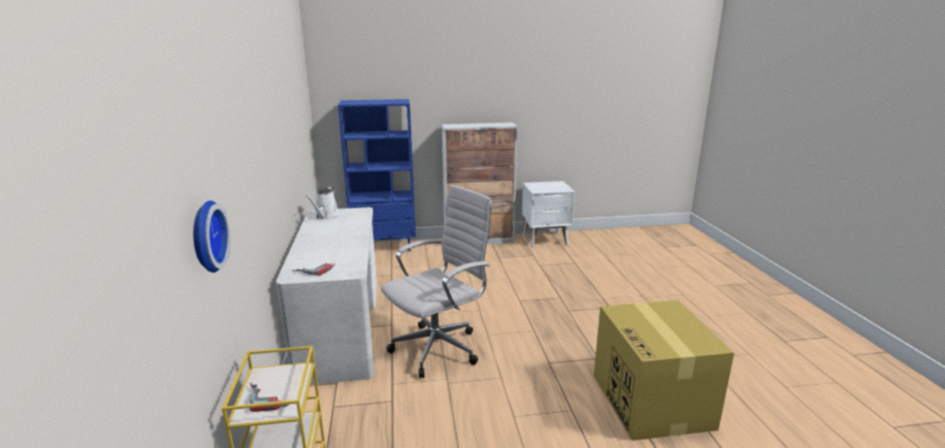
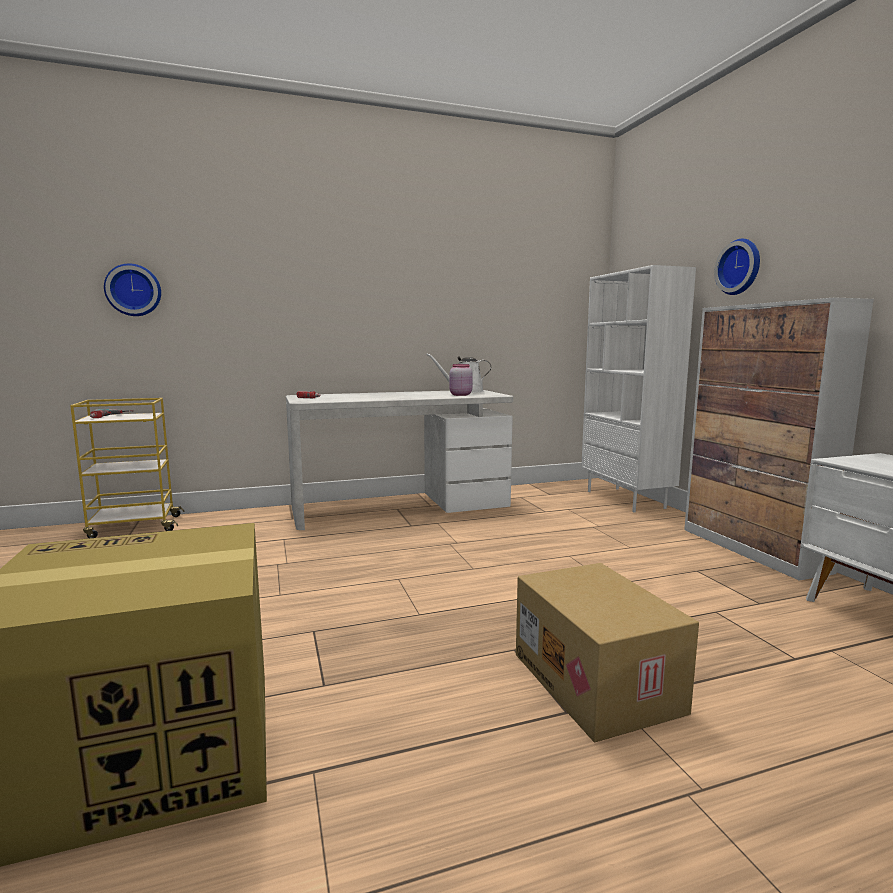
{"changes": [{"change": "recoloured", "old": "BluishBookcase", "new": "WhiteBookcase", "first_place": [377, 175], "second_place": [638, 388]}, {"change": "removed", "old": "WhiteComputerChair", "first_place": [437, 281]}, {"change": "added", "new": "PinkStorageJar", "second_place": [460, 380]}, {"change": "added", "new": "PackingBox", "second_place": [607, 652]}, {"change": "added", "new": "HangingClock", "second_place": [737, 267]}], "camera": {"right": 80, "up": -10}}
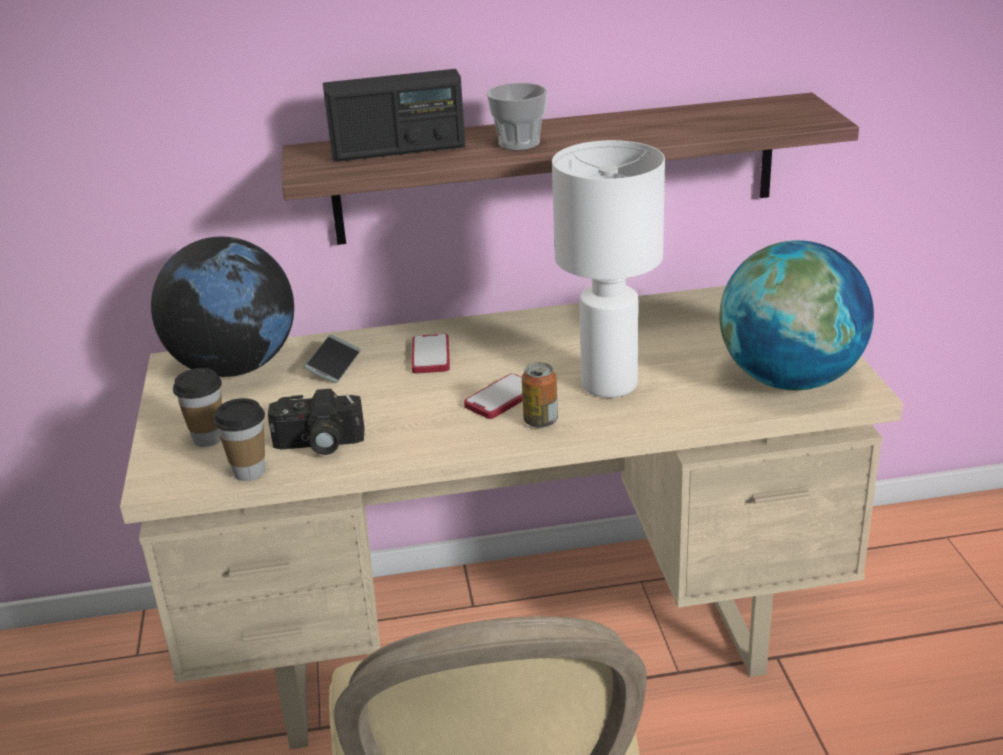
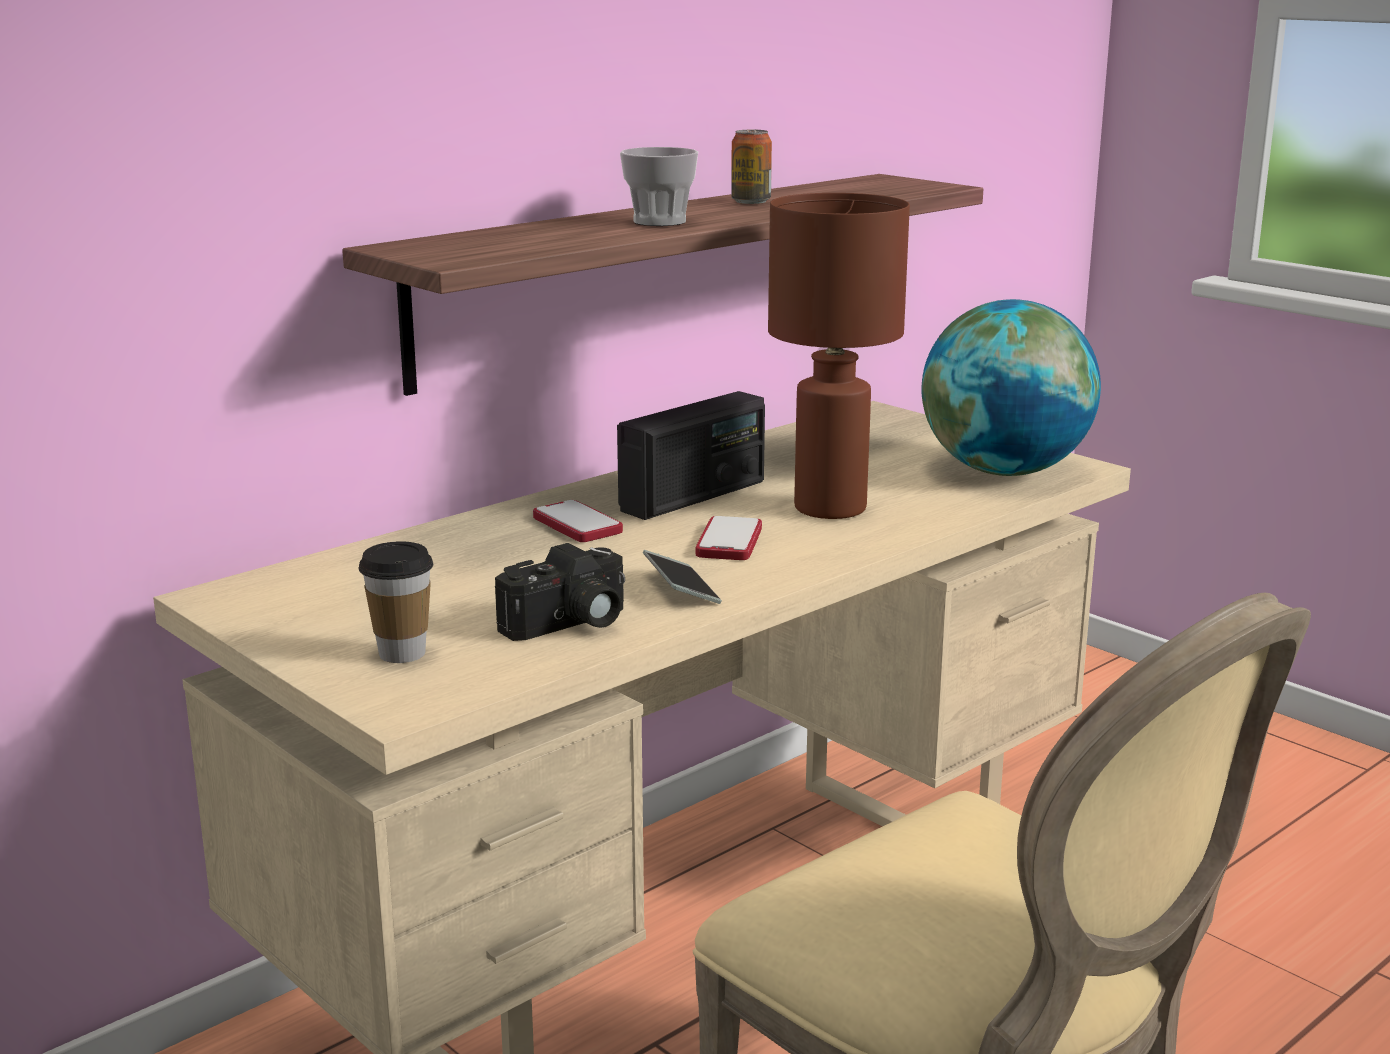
{"changes": [{"change": "removed", "old": "WorldGlobe", "first_place": [222, 307]}, {"change": "removed", "old": "SmallCup", "first_place": [239, 439]}, {"change": "moved", "old": "Phone", "first_place": [332, 359], "second_place": [682, 577]}, {"change": "moved", "old": "RadioSet", "first_place": [394, 115], "second_place": [691, 455]}, {"change": "moved", "old": "Can", "first_place": [540, 395], "second_place": [751, 166]}, {"change": "recoloured", "old": "WhiteLampForATable", "new": "BrownLampForATable", "first_place": [608, 269], "second_place": [839, 356]}], "camera": {"right": -35, "up": -10}}
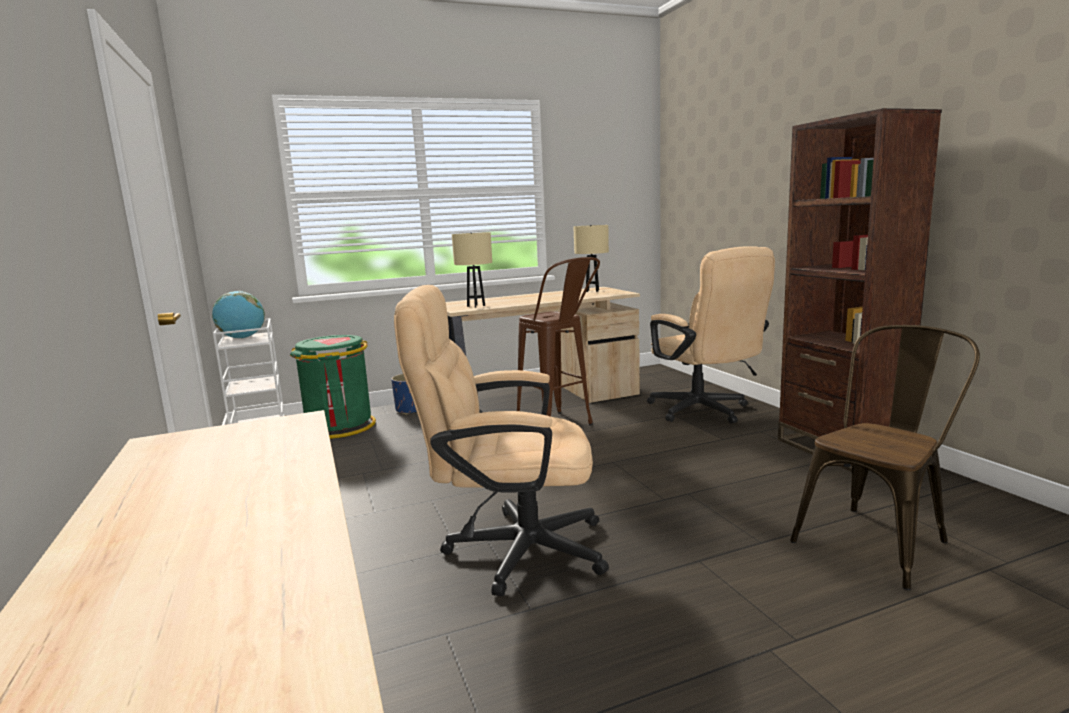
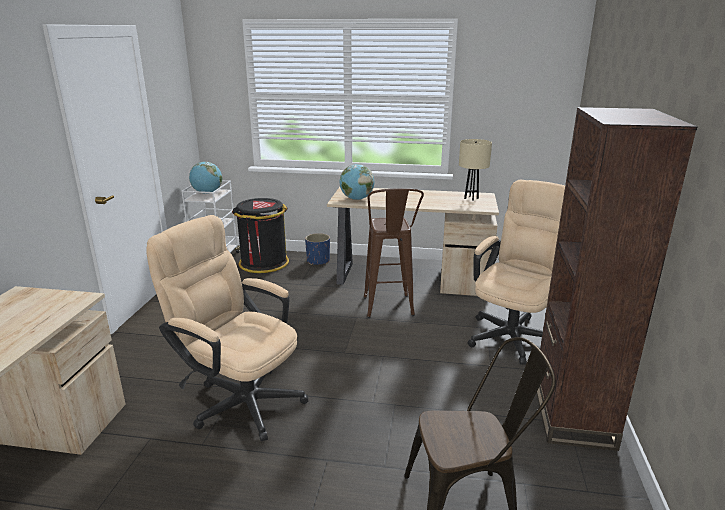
{"changes": [{"change": "recoloured", "old": "GreenColouredWasteBin", "new": "BlackishWasteBin", "first_place": [333, 387], "second_place": [260, 235]}, {"change": "replaced", "old": "SandColouredLampForATable", "new": "WorldGlobe", "first_place": [472, 270], "second_place": [357, 182]}, {"change": "turned", "old": "SandColouredComputerChair", "first_place": [711, 335], "second_place": [516, 272], "degrees": -150}], "camera": {"right": 30, "up": 10}}
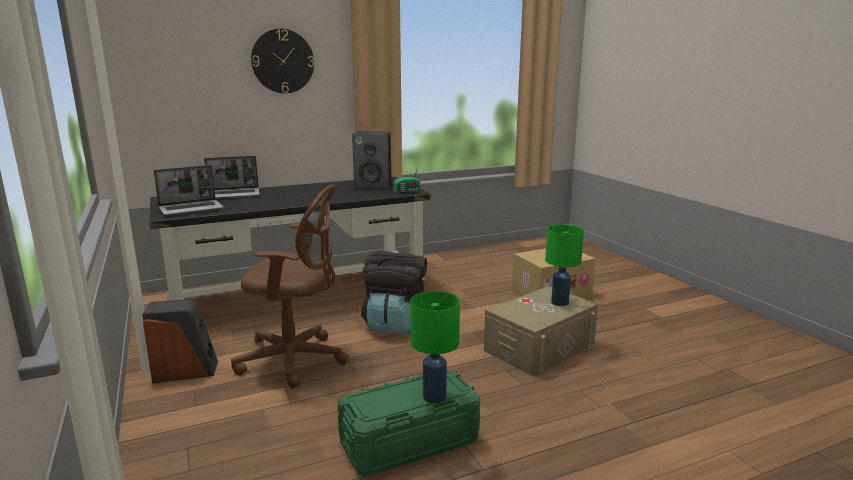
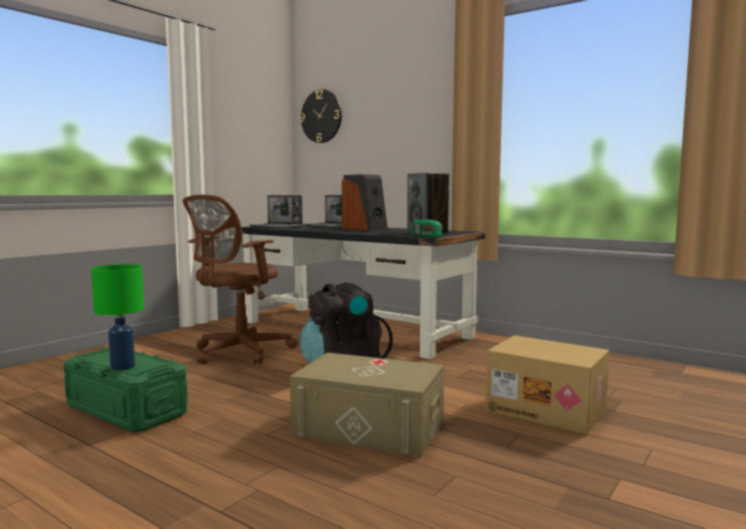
{"changes": [{"change": "moved", "old": "AudioSpeaker", "first_place": [180, 341], "second_place": [365, 202]}, {"change": "turned", "old": "BrownComputerChair", "first_place": [290, 287], "second_place": [240, 279], "degrees": 60}, {"change": "moved", "old": "HangingClock", "first_place": [282, 61], "second_place": [321, 116]}, {"change": "removed", "old": "GreenColouredLampForATable", "first_place": [564, 265]}], "camera": {"right": 60, "up": -10}}
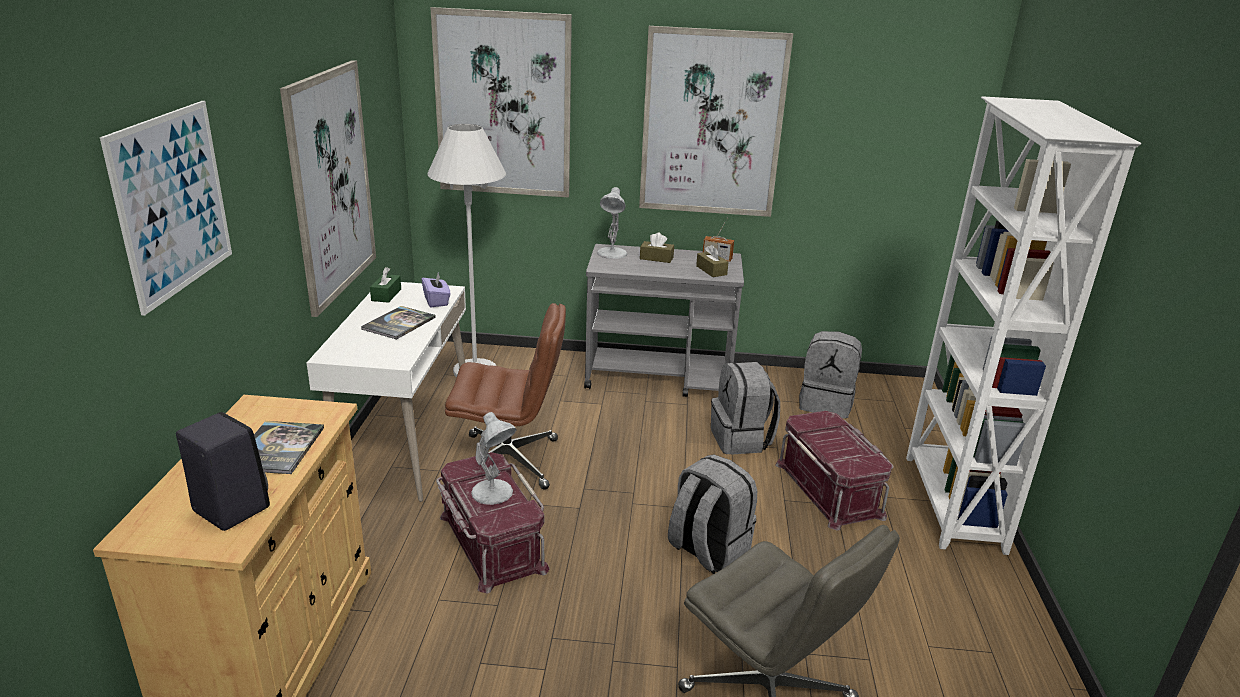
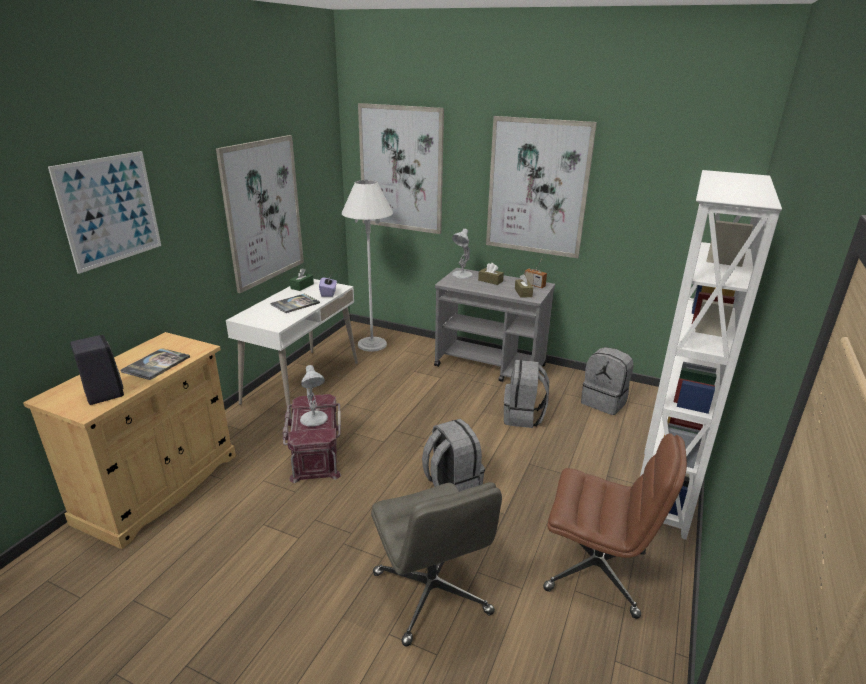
{"changes": [{"change": "moved", "old": "BrownComputerChair", "first_place": [505, 396], "second_place": [615, 526]}, {"change": "removed", "old": "ReddishStorageBox", "first_place": [834, 471]}], "camera": {"right": 20, "up": 0}}
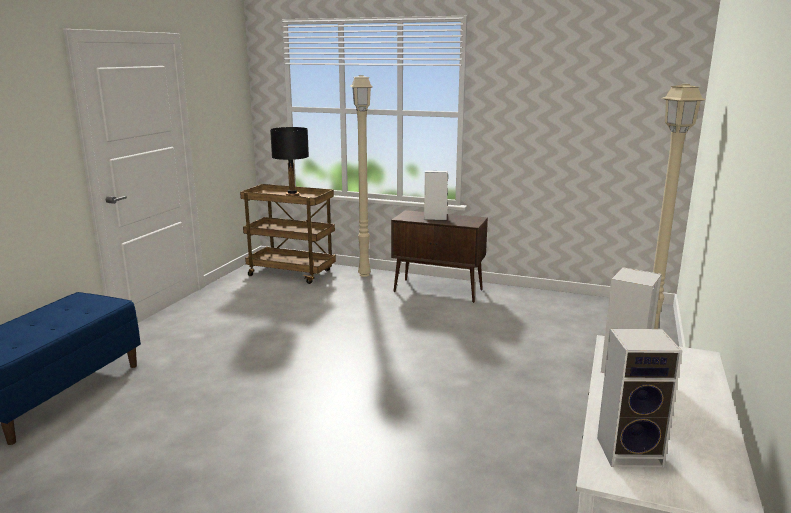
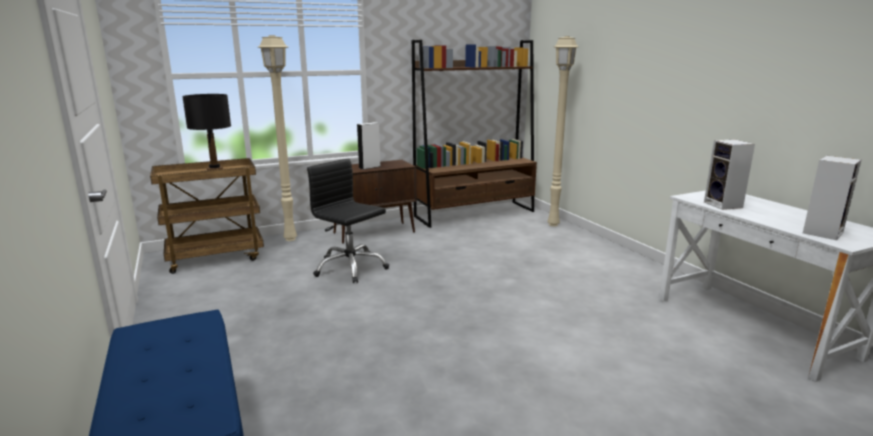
{"changes": [{"change": "added", "new": "BlackishComputerChair", "second_place": [348, 221]}, {"change": "added", "new": "BrownBookcase", "second_place": [474, 134]}], "camera": {"right": -45, "up": 0}}
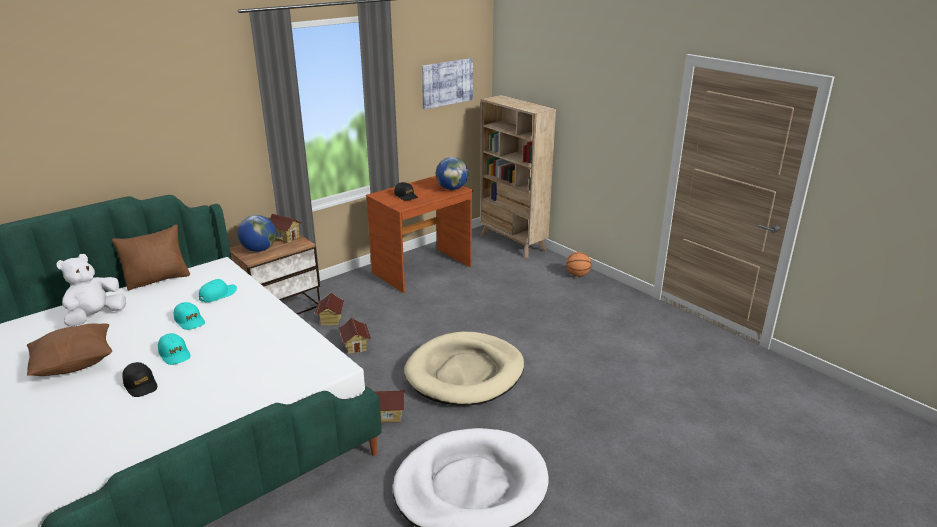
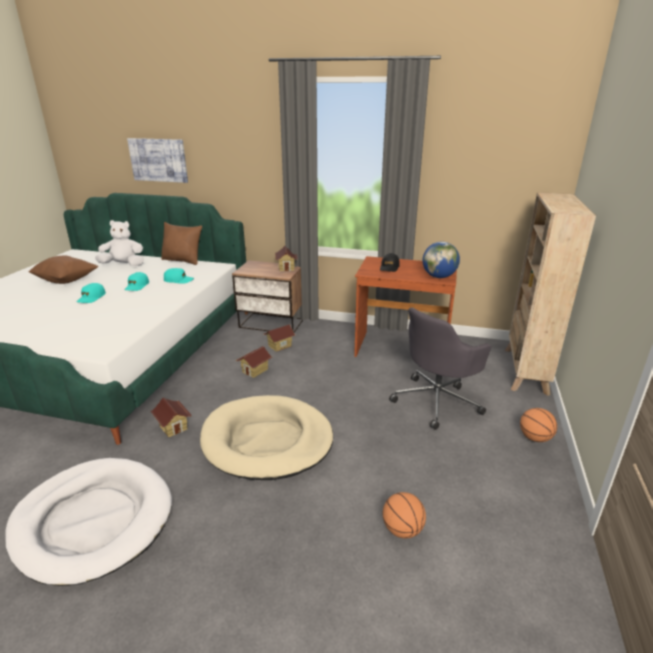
{"changes": [{"change": "removed", "old": "BlackishBaseballCap", "first_place": [139, 379]}, {"change": "removed", "old": "WorldGlobe", "first_place": [257, 233]}, {"change": "moved", "old": "WallArt", "first_place": [447, 83], "second_place": [157, 160]}, {"change": "added", "new": "Basketball", "second_place": [404, 515]}, {"change": "added", "new": "GreyishComputerChair", "second_place": [440, 369]}], "camera": {"right": 55, "up": 0}}
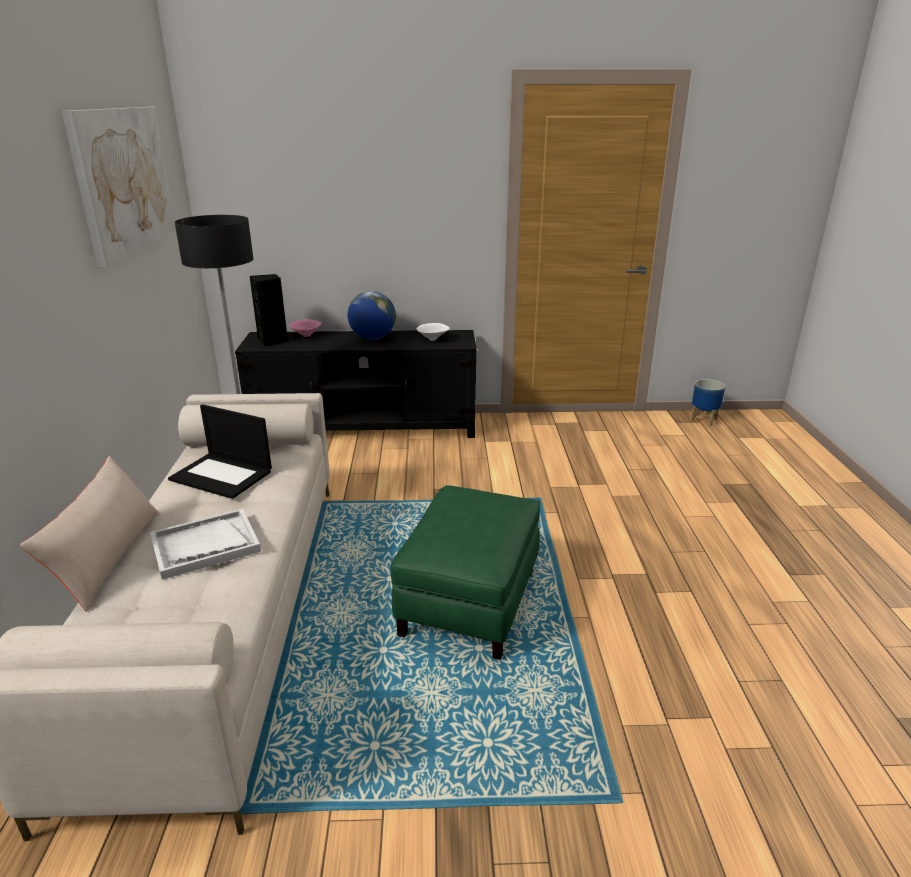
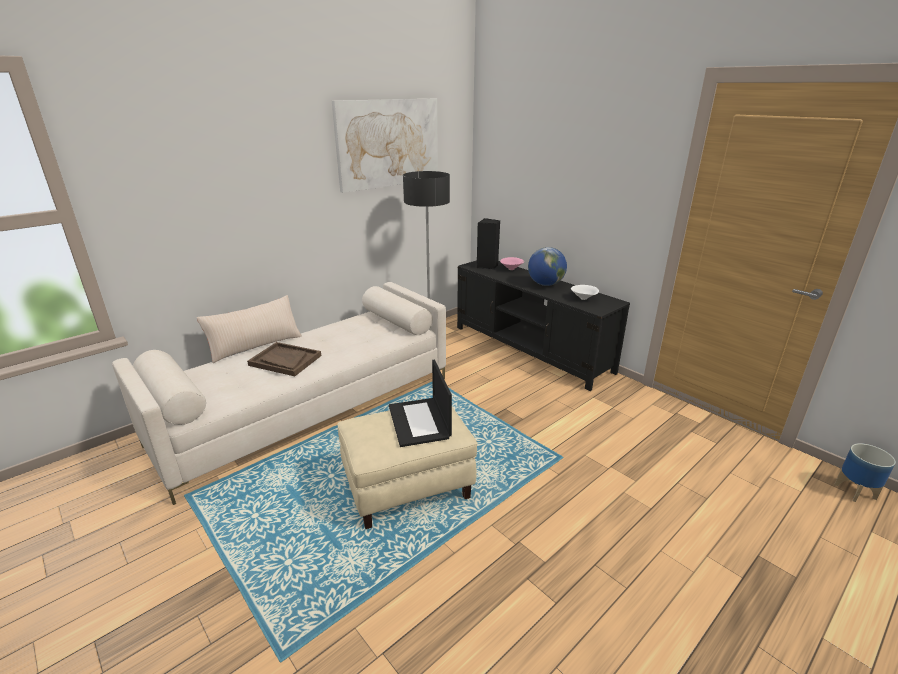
{"changes": [{"change": "recoloured", "old": "WhiteServingTray", "new": "BrownServingTray", "first_place": [205, 544], "second_place": [284, 359]}, {"change": "moved", "old": "NotebookComputer", "first_place": [220, 451], "second_place": [420, 403]}, {"change": "recoloured", "old": "GreenColouredPouffe", "new": "SandColouredPouffe", "first_place": [465, 572], "second_place": [407, 468]}], "camera": {"right": 50, "up": 0}}
